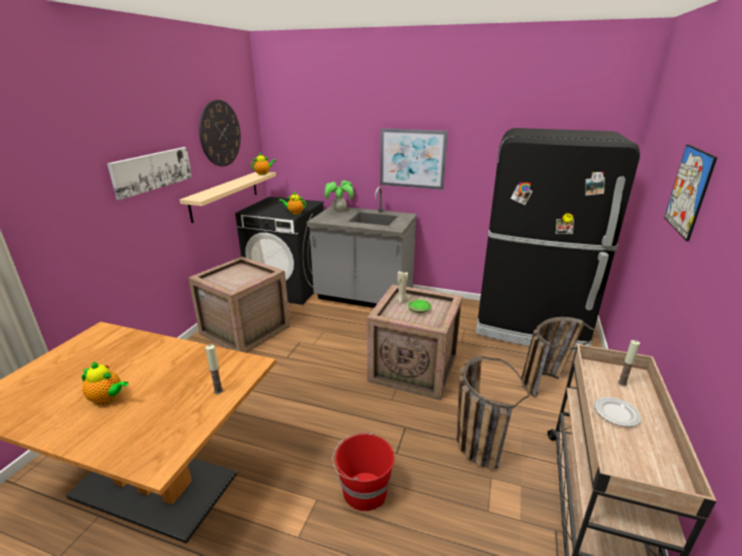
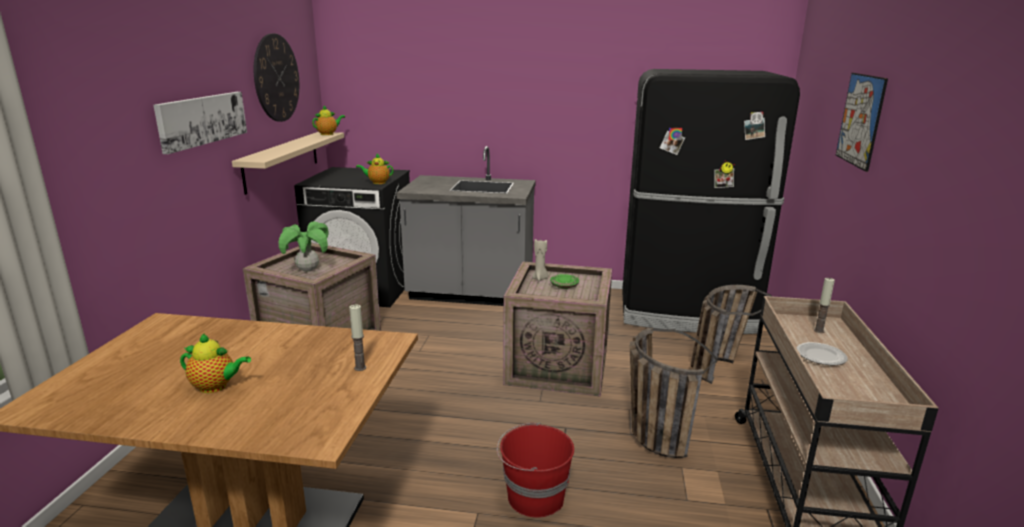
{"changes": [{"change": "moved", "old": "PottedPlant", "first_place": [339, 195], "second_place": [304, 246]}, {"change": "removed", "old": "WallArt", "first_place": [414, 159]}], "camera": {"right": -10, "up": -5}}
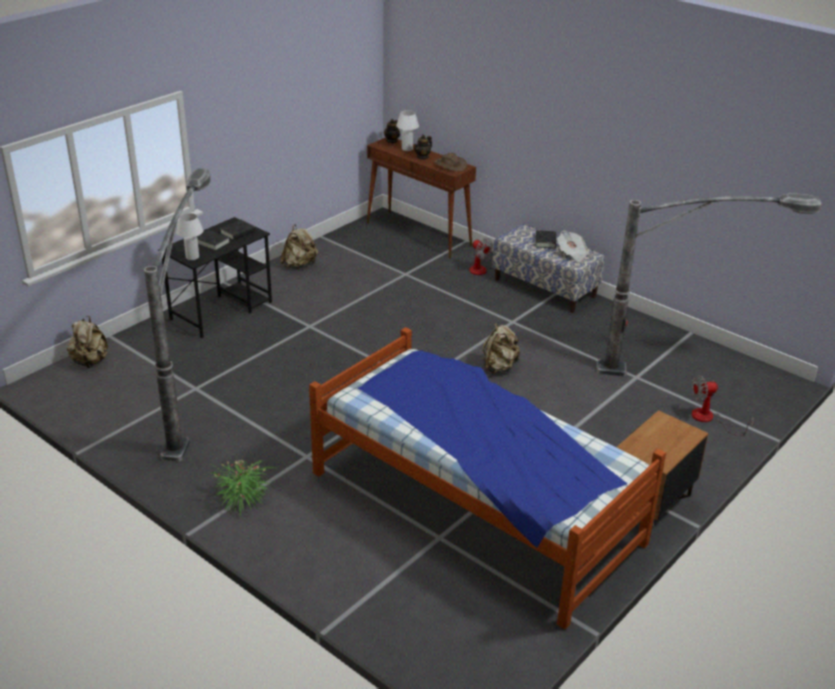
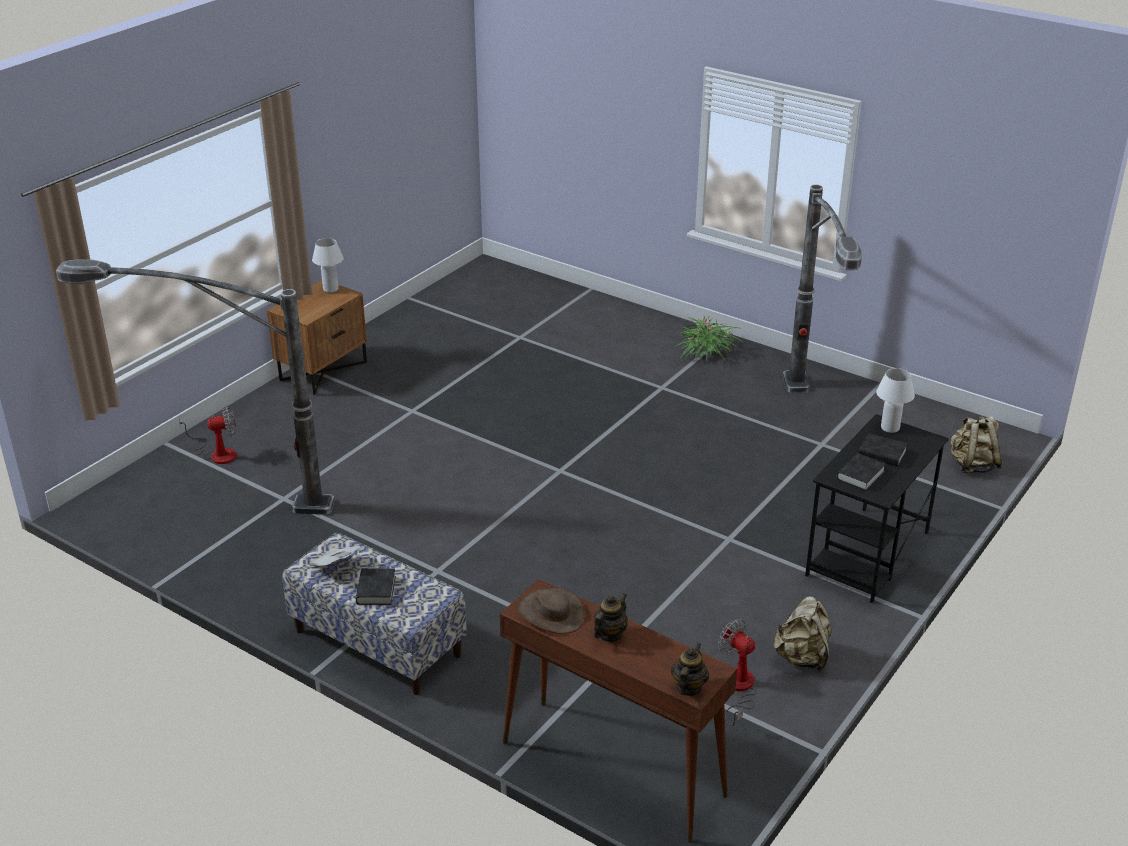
{"changes": [{"change": "removed", "old": "SleepingBed", "first_place": [487, 478]}, {"change": "moved", "old": "WhiteLampForATable", "first_place": [407, 130], "second_place": [328, 265]}, {"change": "moved", "old": "ElectricFan", "first_place": [481, 256], "second_place": [737, 672]}, {"change": "removed", "old": "SandColouredBackpack", "first_place": [501, 348]}], "camera": {"right": 175, "up": 0}}
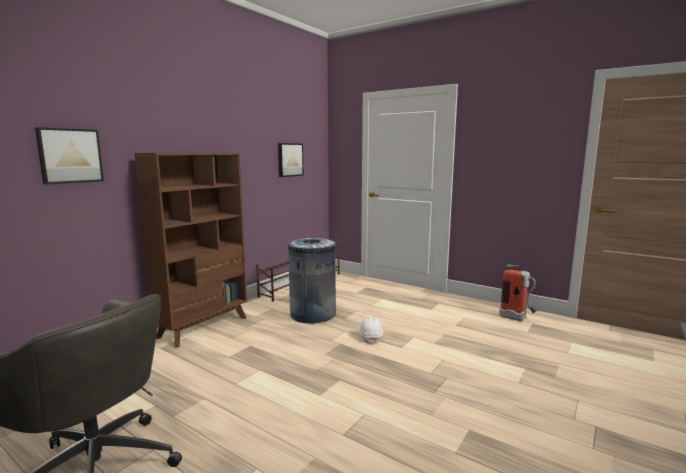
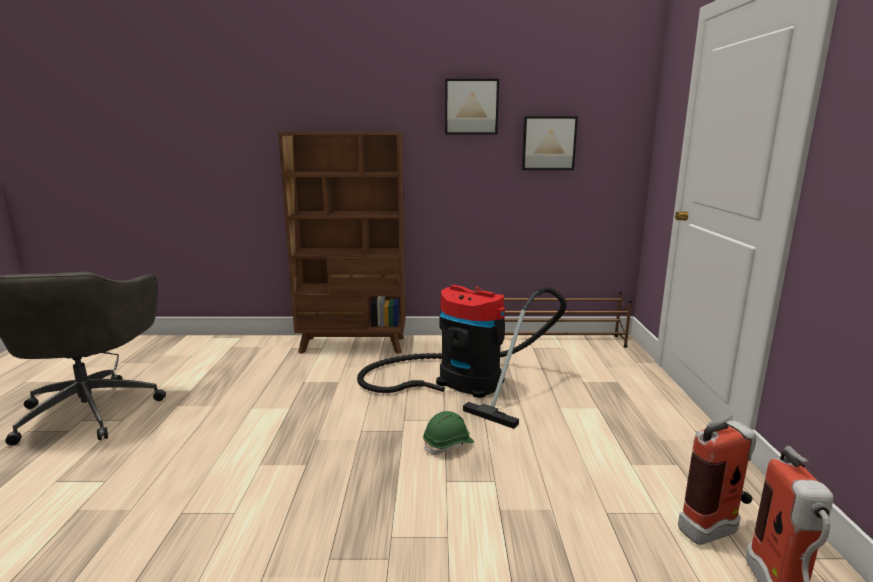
{"changes": [{"change": "moved", "old": "WallArt", "first_place": [69, 155], "second_place": [472, 107]}, {"change": "replaced", "old": "GreyishWasteBin", "new": "Hoover", "first_place": [312, 280], "second_place": [462, 357]}, {"change": "recoloured", "old": "WhiteWorkHelmet", "new": "GreenColouredWorkHelmet", "first_place": [371, 331], "second_place": [448, 433]}, {"change": "added", "new": "FireFightingCylinder", "second_place": [717, 480]}], "camera": {"right": 55, "up": 5}}
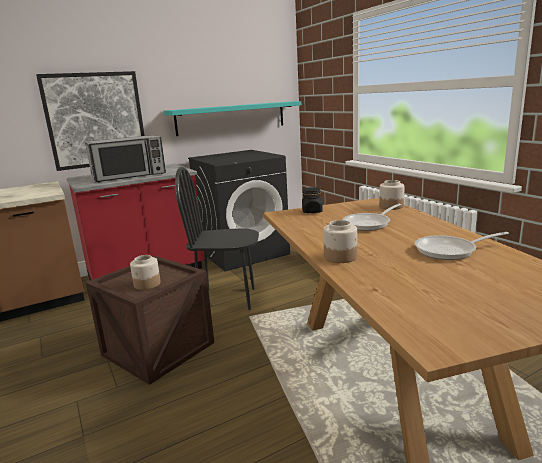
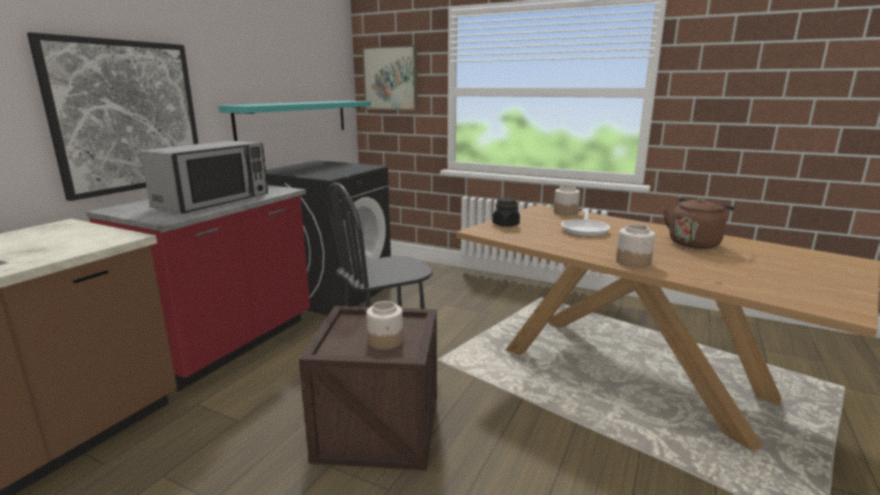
{"changes": [{"change": "replaced", "old": "Pan", "new": "BrownWaterKettle", "first_place": [462, 246], "second_place": [698, 223]}, {"change": "added", "new": "WallArt", "second_place": [390, 78]}], "camera": {"right": -35, "up": 0}}
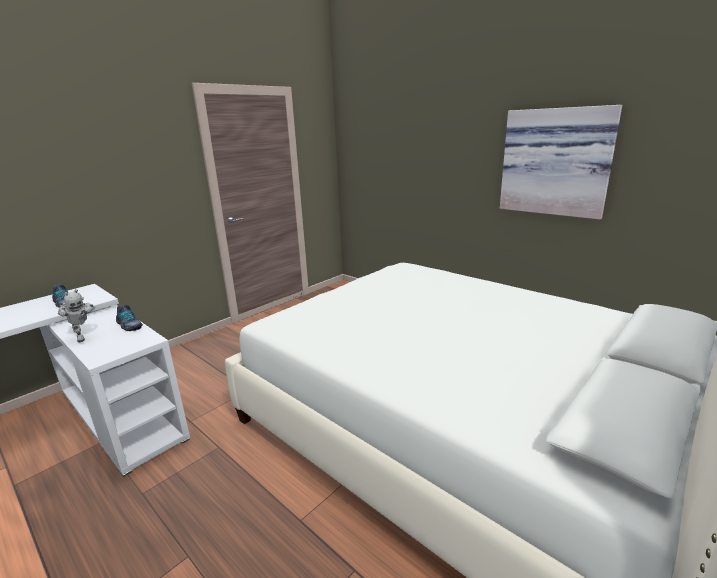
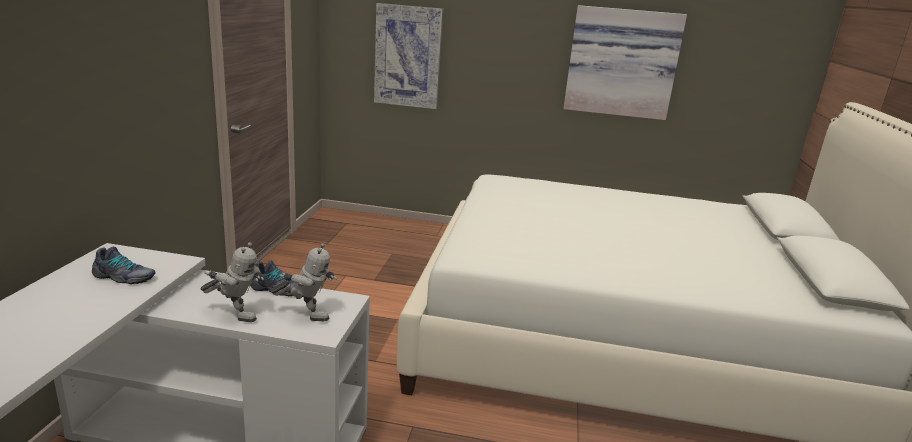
{"changes": [{"change": "added", "new": "RobotFigure", "second_place": [304, 282]}, {"change": "added", "new": "WallArt", "second_place": [408, 56]}], "camera": {"right": -35, "up": 0}}
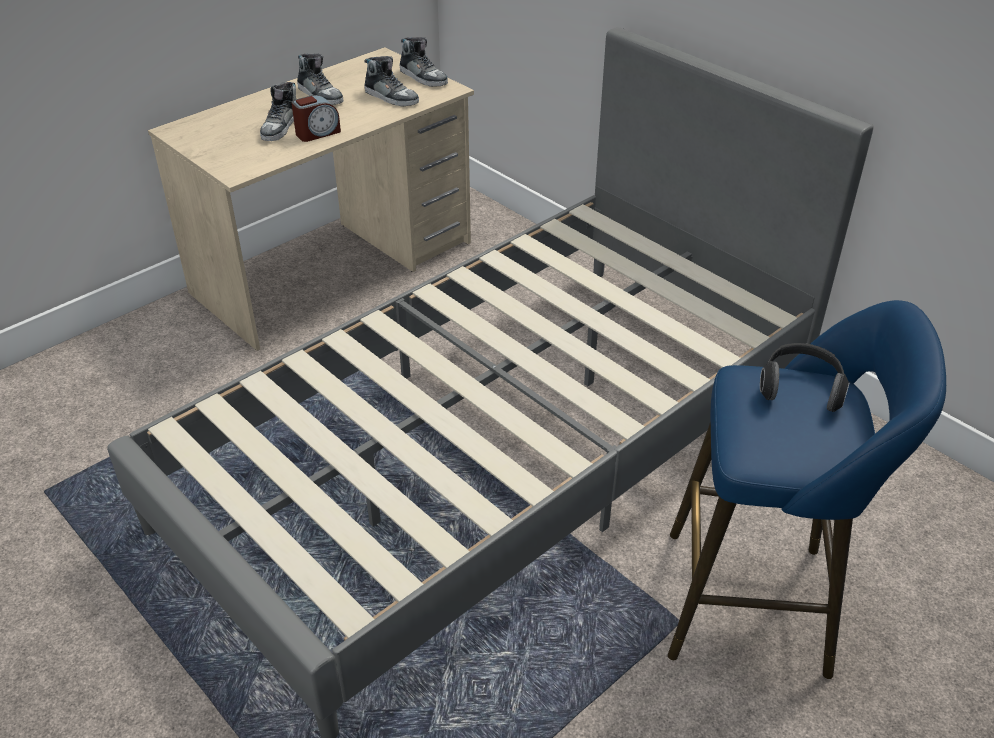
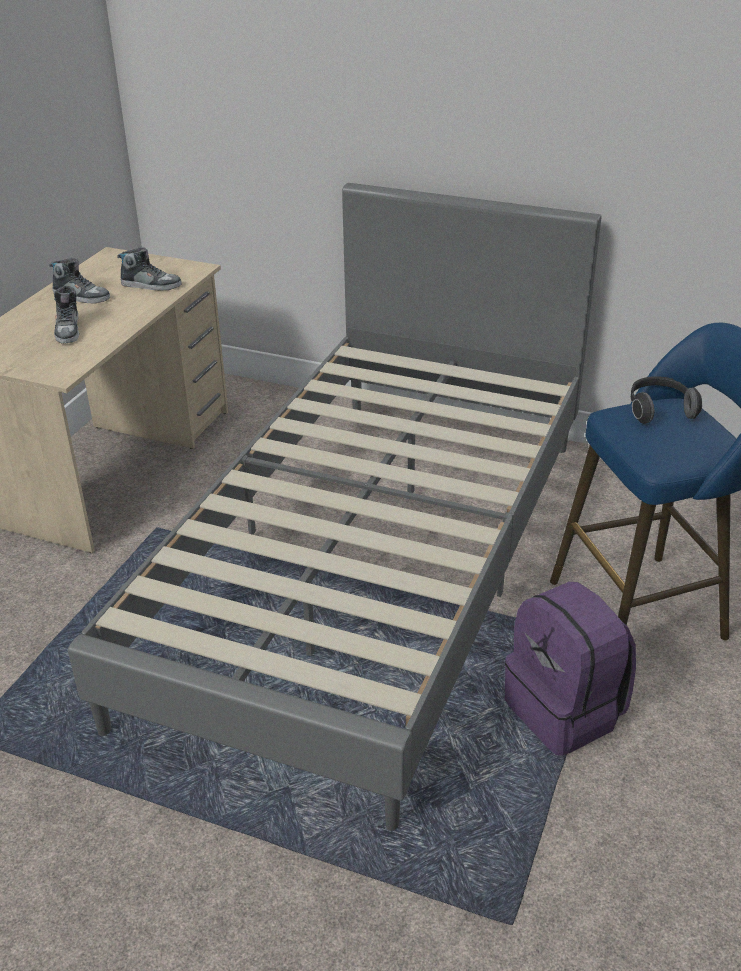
{"changes": [{"change": "removed", "old": "AlarmClock", "first_place": [316, 118]}, {"change": "removed", "old": "ItemOfFootwear", "first_place": [424, 62]}, {"change": "added", "new": "PurplishBackpack", "second_place": [570, 669]}], "camera": {"right": -25, "up": -5}}
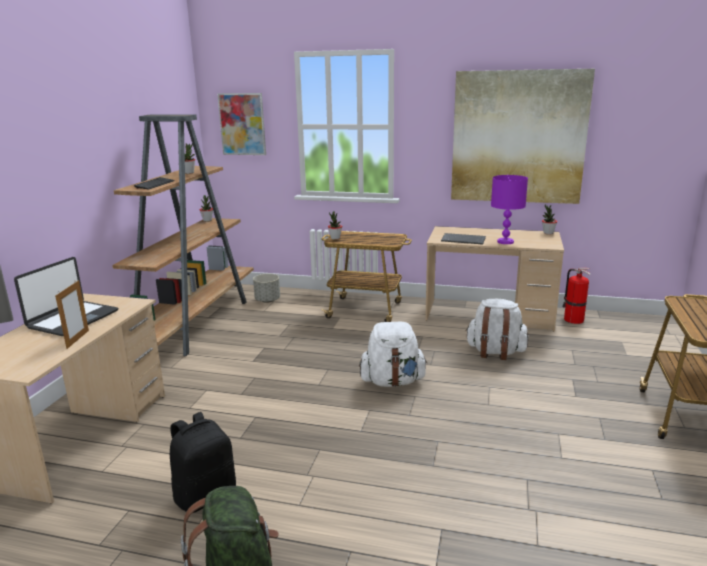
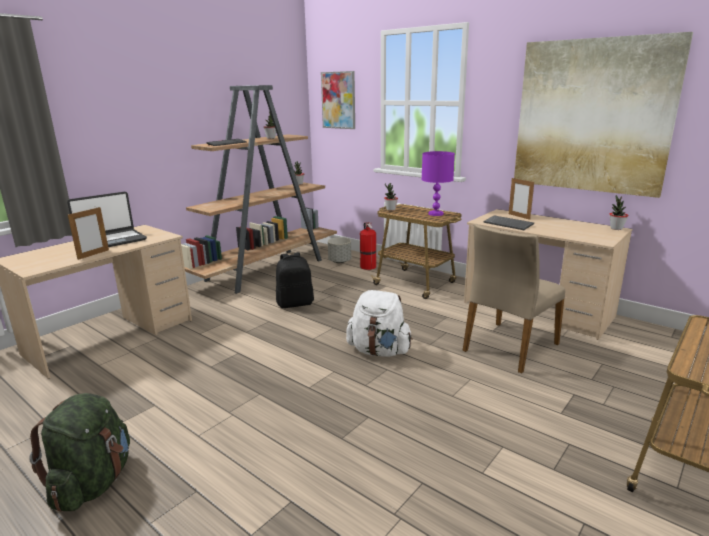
{"changes": [{"change": "moved", "old": "BlackishBackpack", "first_place": [203, 462], "second_place": [295, 280]}, {"change": "replaced", "old": "WhiteBackpack", "new": "SandColouredPlainChair", "first_place": [497, 329], "second_place": [514, 298]}, {"change": "moved", "old": "PurplishLampForATable", "first_place": [509, 209], "second_place": [438, 183]}, {"change": "moved", "old": "FireFightingCylinder", "first_place": [576, 296], "second_place": [368, 246]}, {"change": "added", "new": "StandingFrame", "second_place": [521, 199]}], "camera": {"right": 25, "up": 0}}
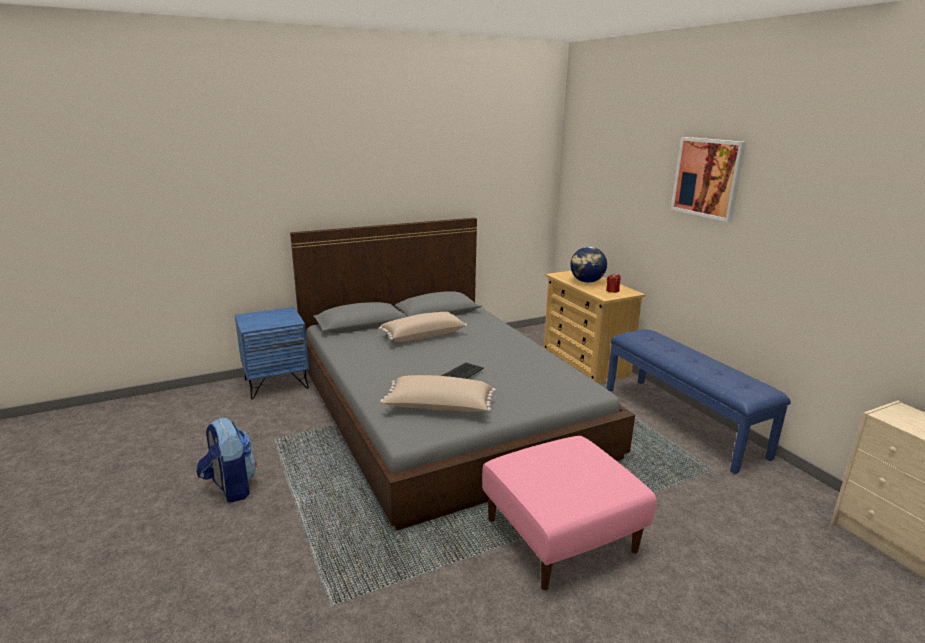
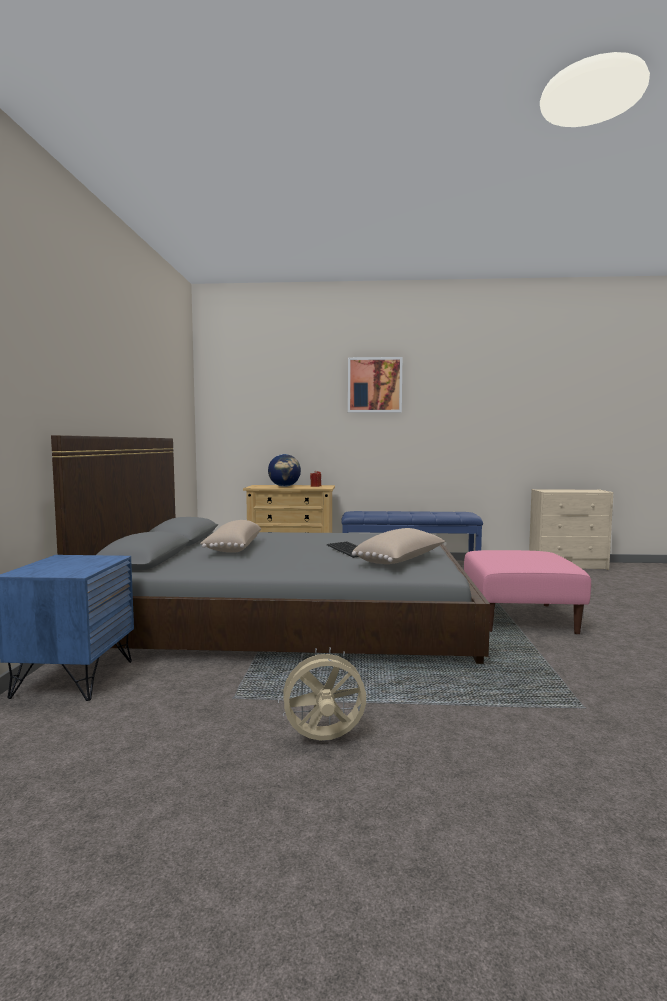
{"changes": [{"change": "replaced", "old": "Backpack", "new": "SandColouredElectricFan", "first_place": [226, 460], "second_place": [323, 694]}], "camera": {"right": -60, "up": -15}}
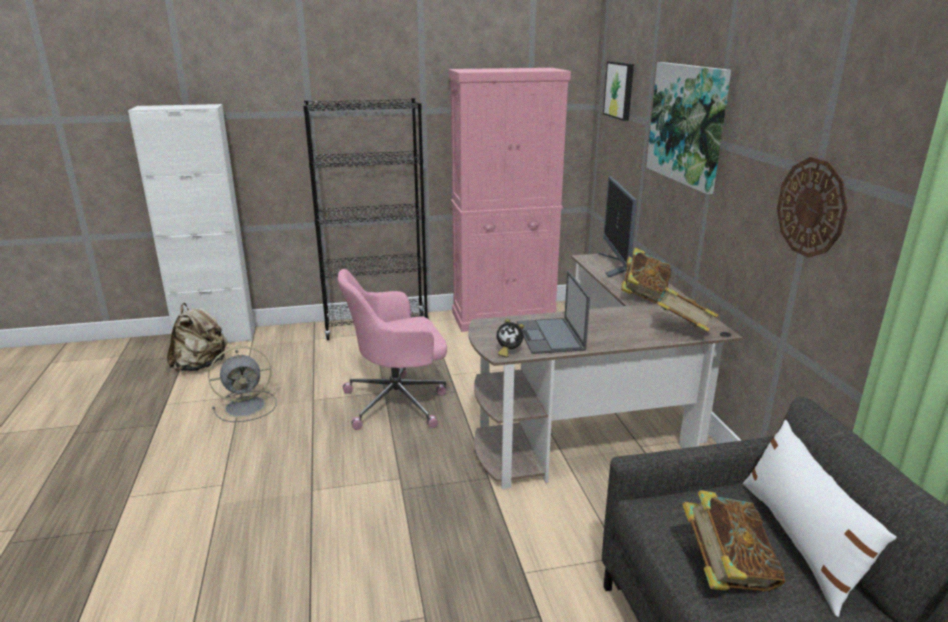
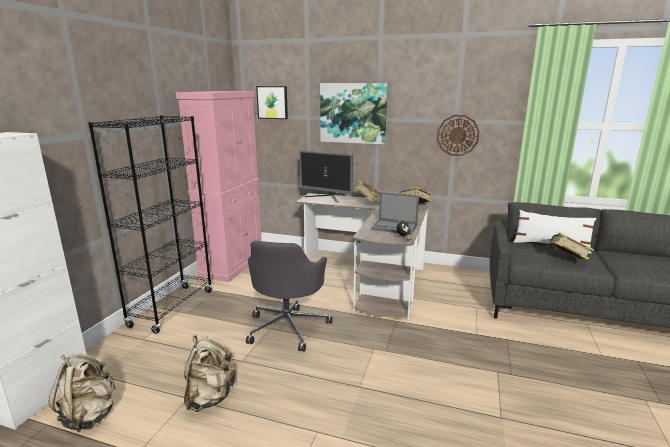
{"changes": [{"change": "replaced", "old": "GreyishElectricFan", "new": "SandColouredBackpack", "first_place": [242, 384], "second_place": [210, 373]}, {"change": "recoloured", "old": "PinkComputerChair", "new": "GreyishComputerChair", "first_place": [392, 349], "second_place": [289, 296]}], "camera": {"right": -60, "up": -5}}
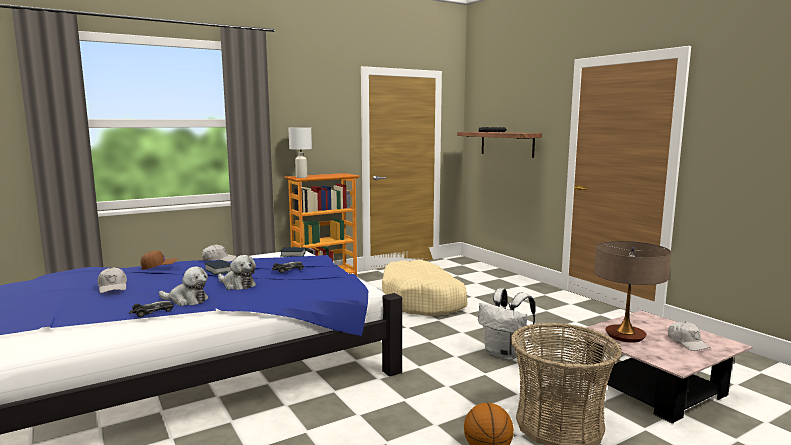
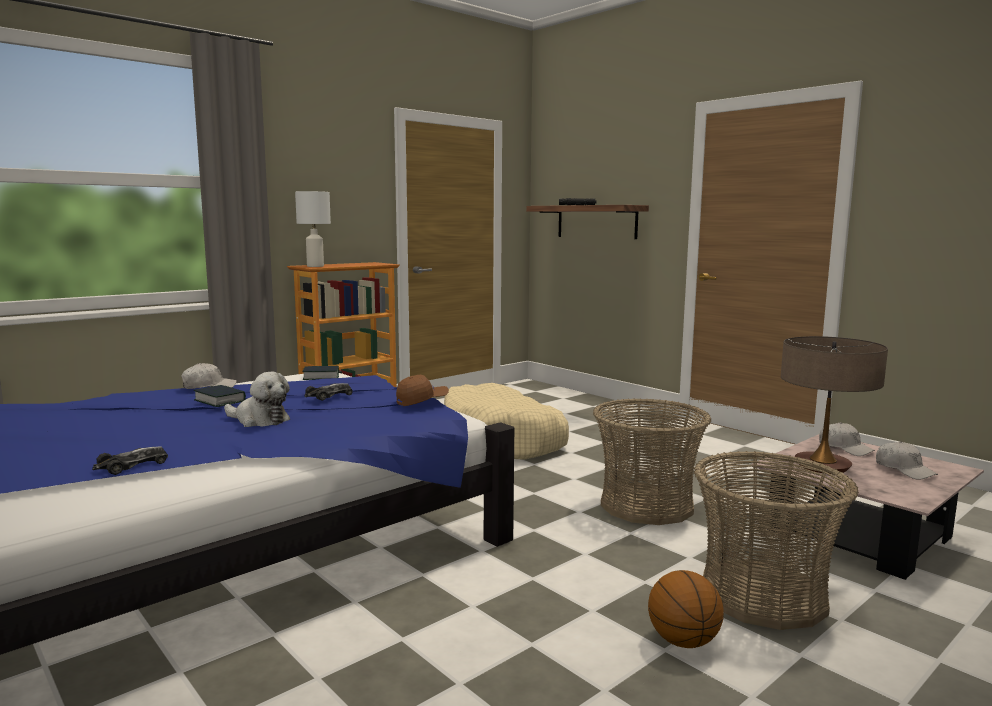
{"changes": [{"change": "moved", "old": "WhiteBaseballCap", "first_place": [112, 280], "second_place": [847, 439]}, {"change": "moved", "old": "BrownBaseballCap", "first_place": [159, 260], "second_place": [422, 390]}, {"change": "removed", "old": "CuddlyToy", "first_place": [183, 286]}, {"change": "replaced", "old": "WhiteBackpack", "new": "Basket", "first_place": [507, 324], "second_place": [652, 461]}], "camera": {"right": -10, "up": 0}}
